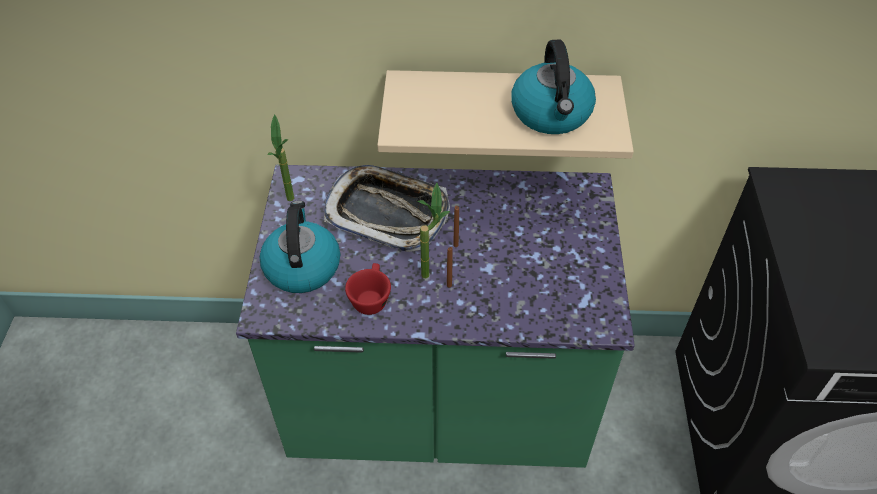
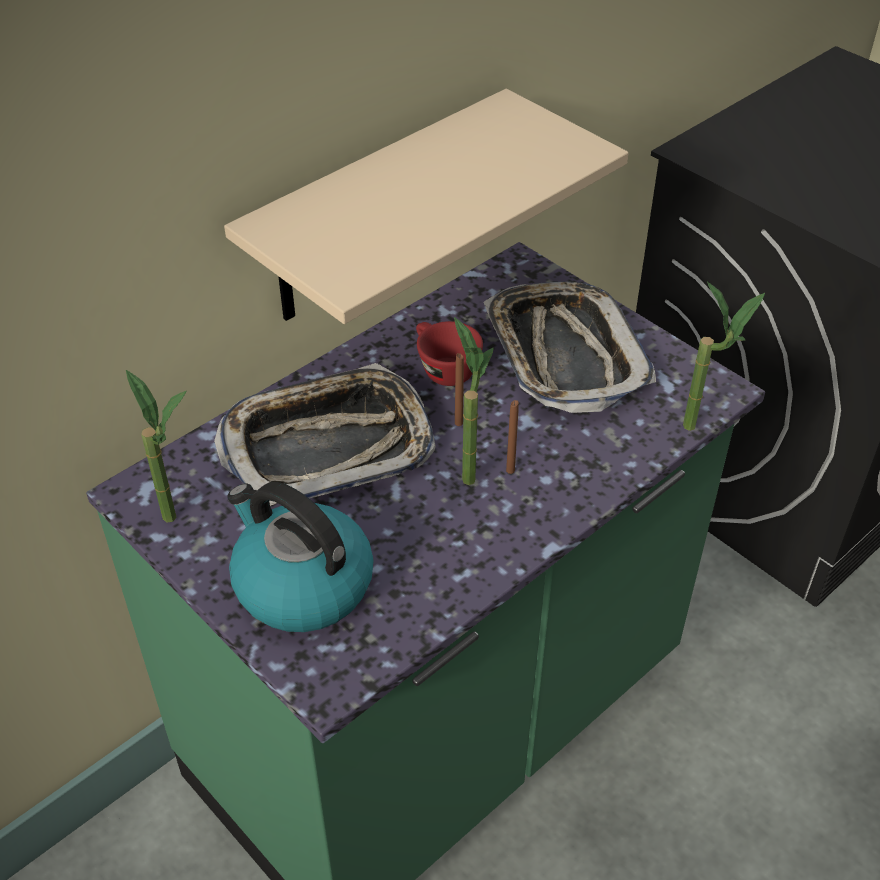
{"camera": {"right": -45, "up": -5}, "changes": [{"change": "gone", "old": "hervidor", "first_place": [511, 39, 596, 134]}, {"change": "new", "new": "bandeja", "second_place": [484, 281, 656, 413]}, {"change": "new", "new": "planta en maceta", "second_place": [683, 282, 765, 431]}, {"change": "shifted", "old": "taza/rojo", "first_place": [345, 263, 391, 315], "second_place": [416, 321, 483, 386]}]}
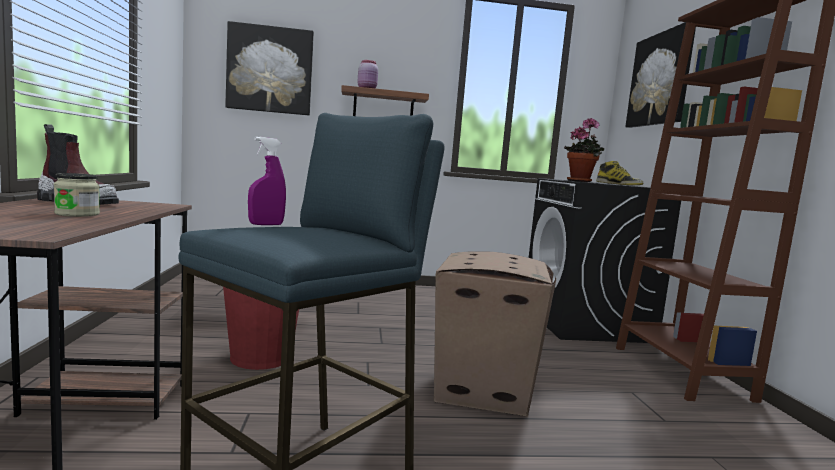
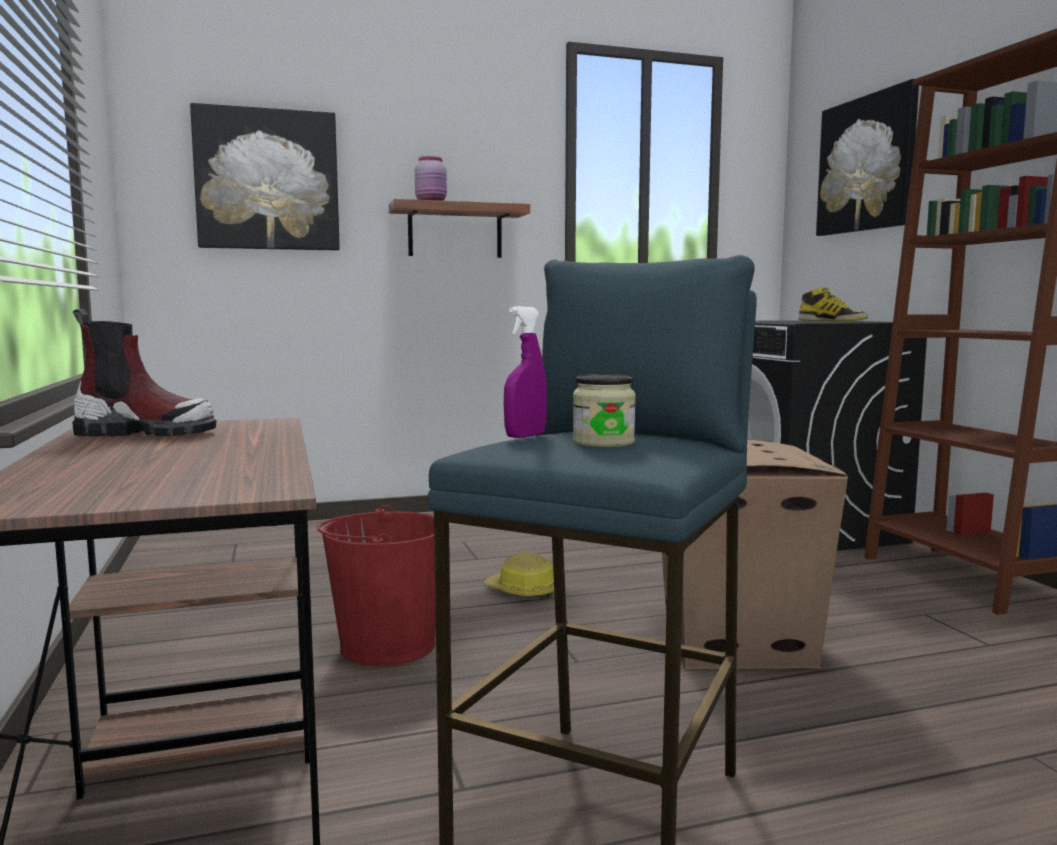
{"camera": {"right": -10, "up": 0}, "changes": [{"change": "gone", "old": "planta en maceta", "first_place": [564, 118, 604, 182]}, {"change": "new", "new": "casco", "second_place": [483, 552, 554, 599]}, {"change": "shifted", "old": "tarro", "first_place": [54, 173, 100, 217], "second_place": [573, 374, 636, 447]}]}
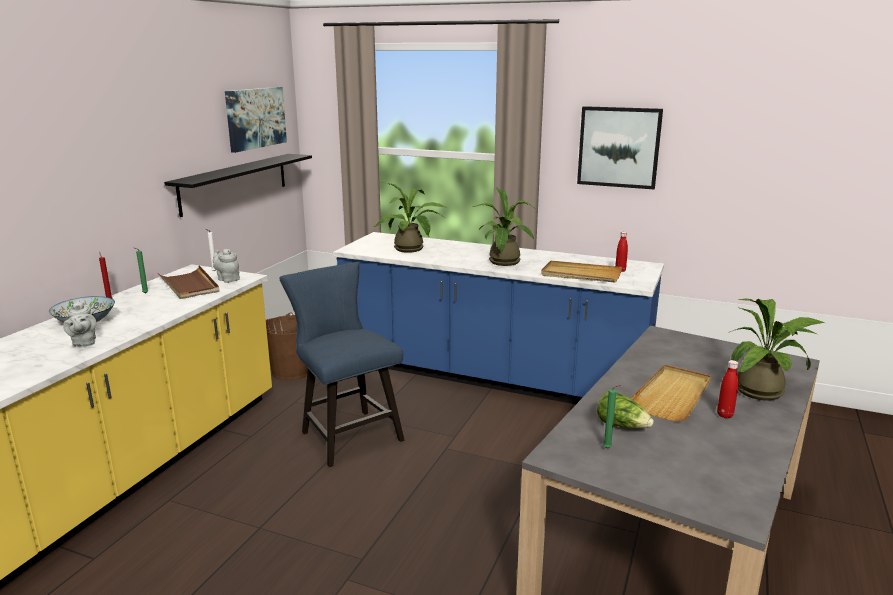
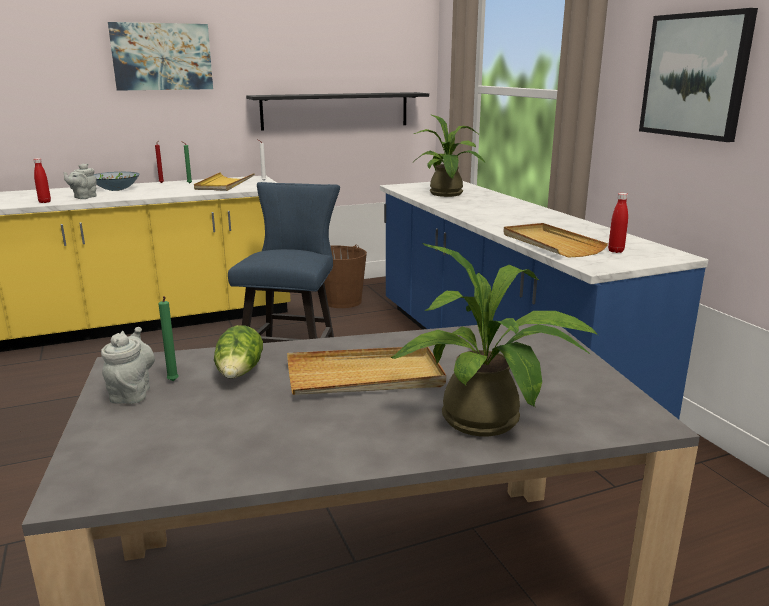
{"camera": {"right": 45, "up": 0}, "changes": [{"change": "gone", "old": "planta en maceta", "first_place": [473, 187, 534, 266]}, {"change": "shifted", "old": "tetera/gris", "first_place": [213, 249, 240, 283], "second_place": [101, 327, 155, 404]}, {"change": "shifted", "old": "cuadro", "first_place": [225, 87, 287, 153], "second_place": [108, 22, 213, 91]}, {"change": "shifted", "old": "botella/rojo", "first_place": [717, 360, 738, 418], "second_place": [34, 158, 51, 203]}, {"change": "repainted", "old": "bandeja/marrón", "new": "bandeja/amarillo", "first_place": [157, 265, 219, 299], "second_place": [194, 172, 255, 191]}]}
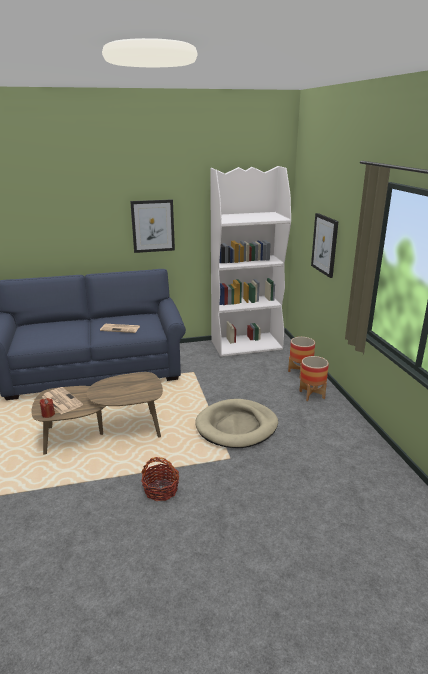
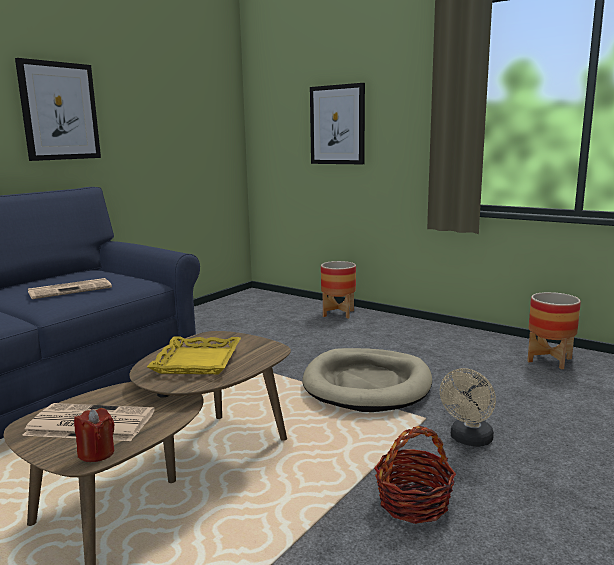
{"camera": {"right": -40, "up": -10}, "changes": [{"change": "gone", "old": "estantería/blanco", "first_place": [210, 166, 291, 357]}, {"change": "new", "new": "bandeja/amarillo", "second_place": [147, 337, 241, 374]}, {"change": "new", "new": "ventilador/beis", "second_place": [440, 368, 496, 447]}, {"change": "shifted", "old": "maceta", "first_place": [299, 356, 329, 401], "second_place": [527, 292, 581, 369]}]}
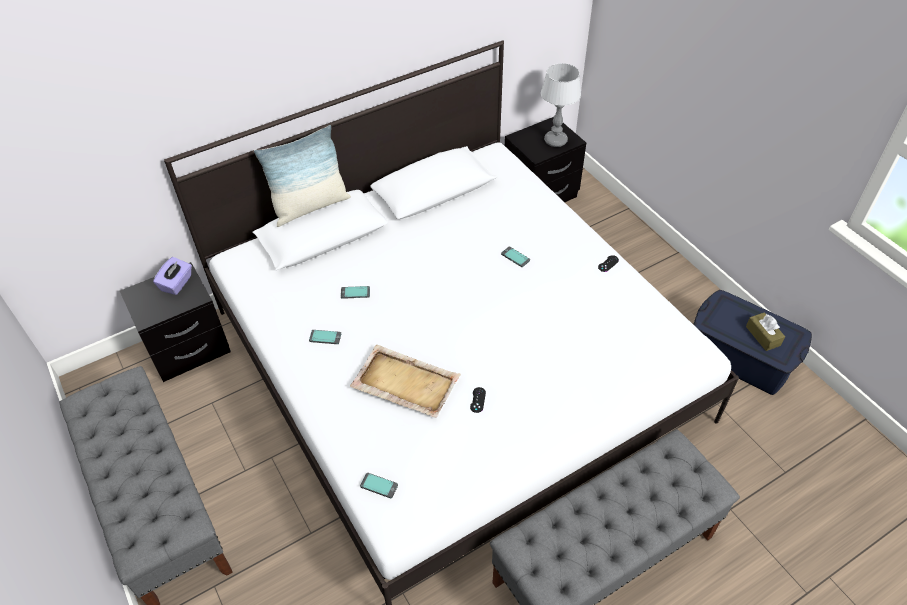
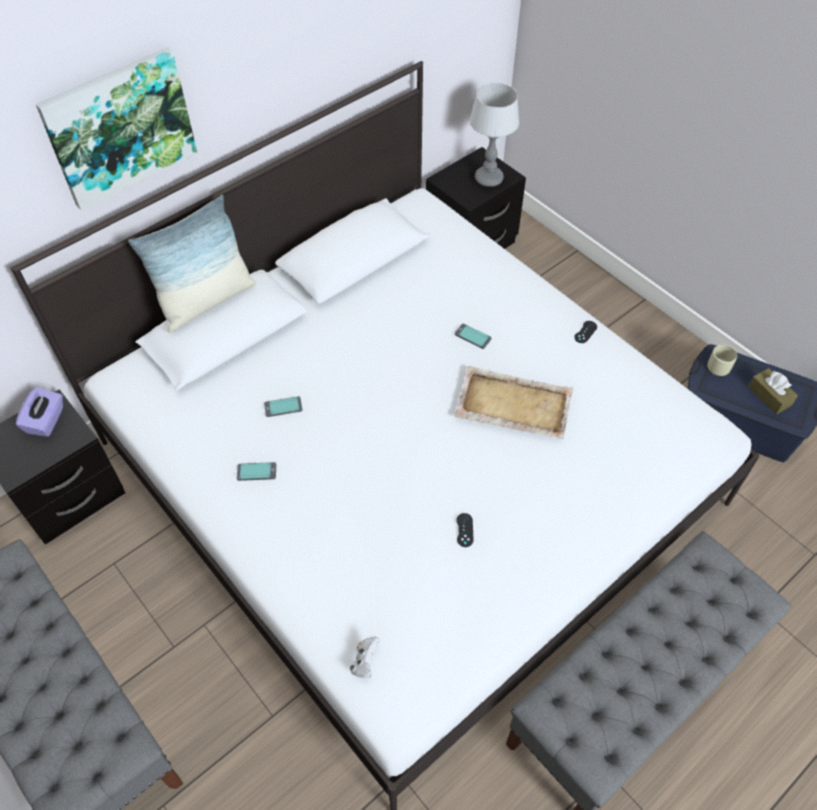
{"camera": {"right": -10, "up": 5}, "changes": [{"change": "new", "new": "cuadro", "second_place": [36, 47, 197, 210]}, {"change": "new", "new": "taza grande/beis", "second_place": [707, 345, 737, 376]}, {"change": "shifted", "old": "bandeja/beis", "first_place": [350, 345, 461, 418], "second_place": [454, 366, 573, 439]}, {"change": "swapped", "old": "móvil", "new": "mando de consola/blanco", "first_place": [360, 473, 398, 498], "second_place": [350, 637, 380, 678]}]}
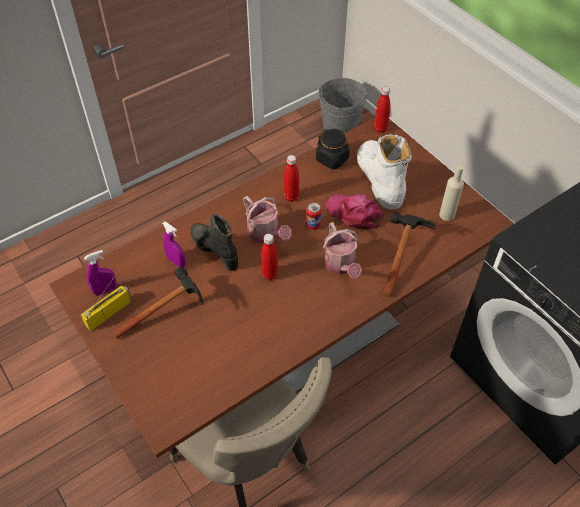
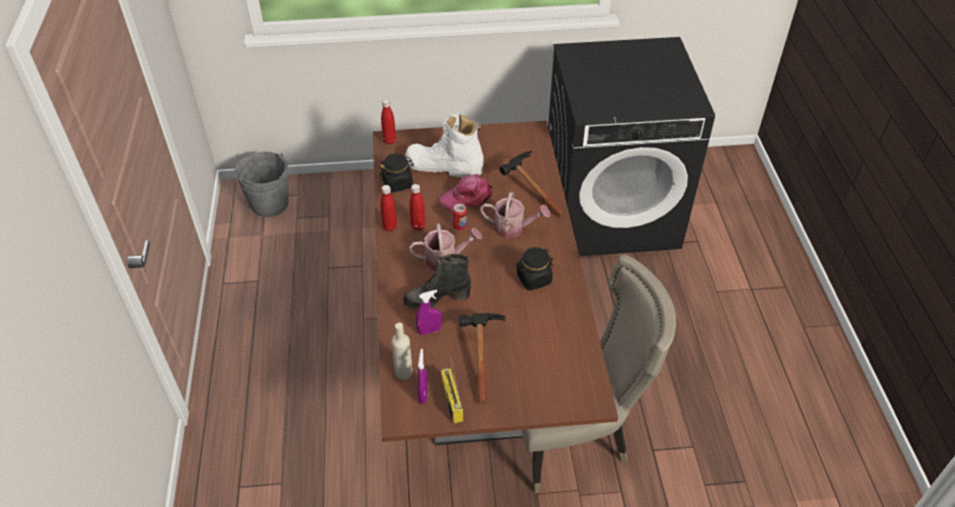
{"camera": {"right": -60, "up": -5}, "changes": [{"change": "new", "new": "tarro/negro", "second_place": [516, 247, 553, 290]}, {"change": "shifted", "old": "botella/rojo", "first_place": [261, 234, 278, 280], "second_place": [380, 185, 397, 231]}, {"change": "shifted", "old": "botella/beis", "first_place": [439, 165, 464, 221], "second_place": [392, 323, 413, 380]}]}
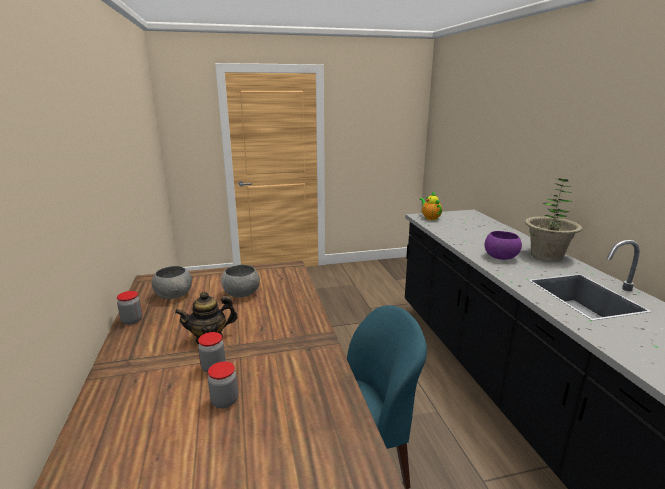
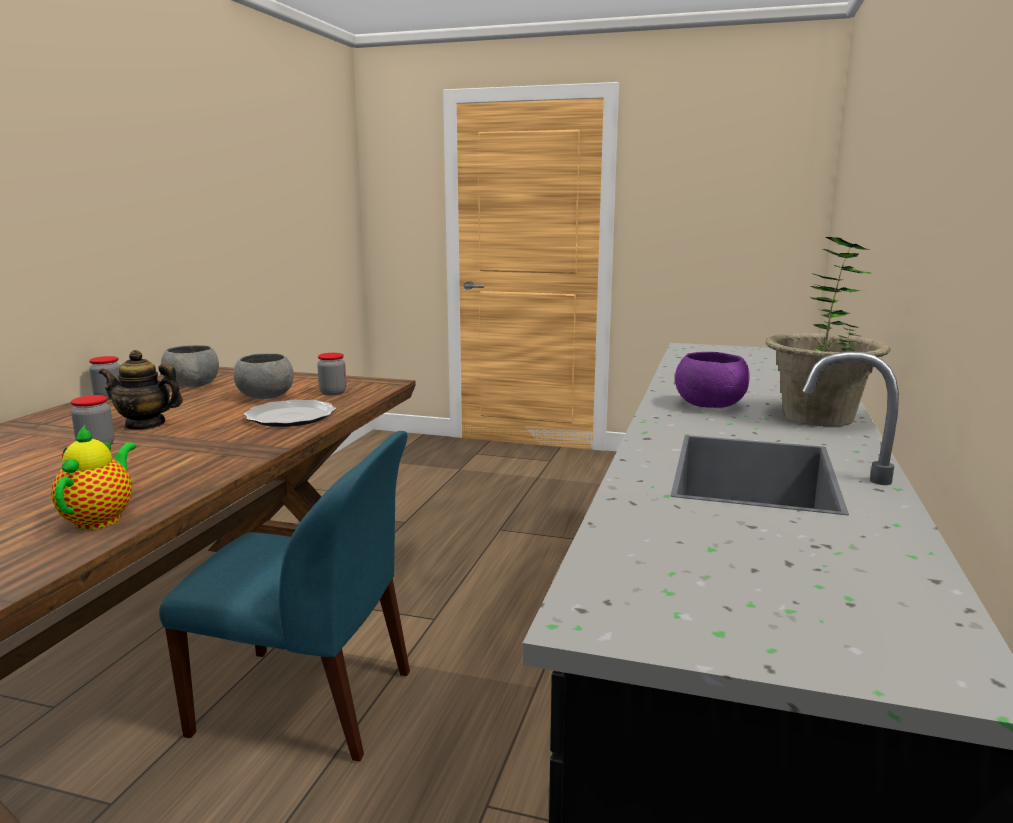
{"camera": {"right": 30, "up": -5}, "changes": [{"change": "new", "new": "plato", "second_place": [244, 400, 336, 427]}, {"change": "shifted", "old": "tarro", "first_place": [208, 362, 238, 408], "second_place": [317, 353, 346, 395]}, {"change": "shifted", "old": "tetera", "first_place": [420, 191, 442, 220], "second_place": [51, 425, 136, 530]}]}
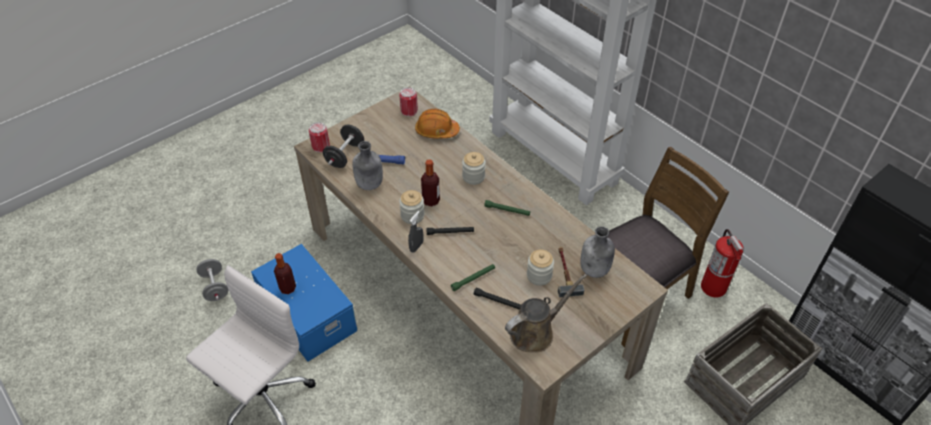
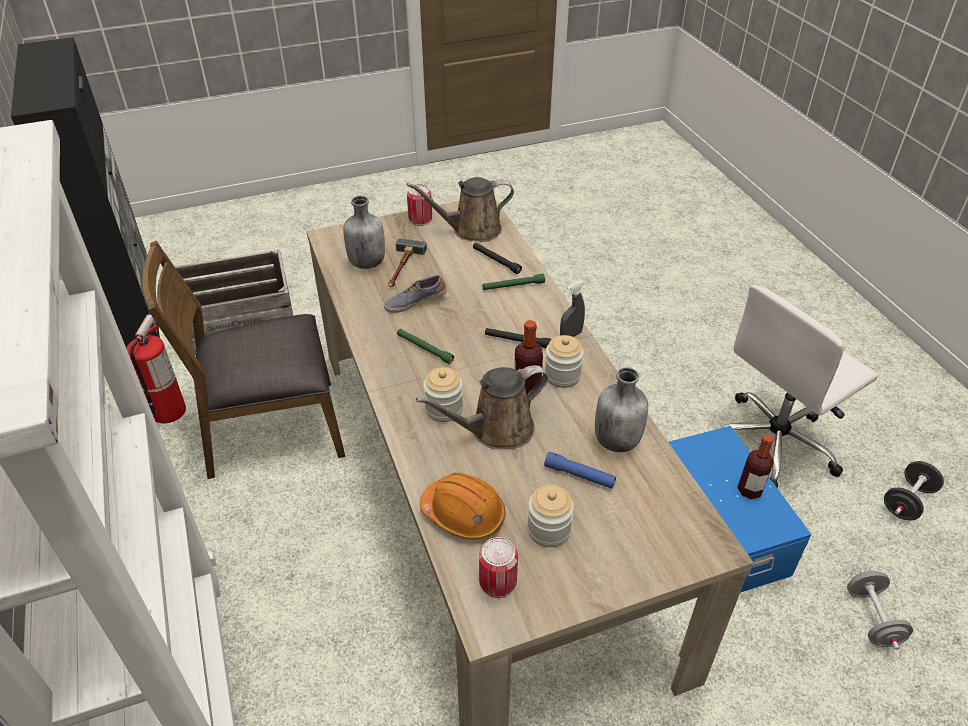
{"camera": {"right": -160, "up": -5}, "changes": [{"change": "new", "new": "zapato", "second_place": [384, 275, 447, 313]}, {"change": "new", "new": "regadera/marrón", "second_place": [416, 365, 548, 449]}, {"change": "shifted", "old": "lata", "first_place": [309, 122, 330, 152], "second_place": [407, 184, 432, 226]}, {"change": "shifted", "old": "mancuerna/negro", "first_place": [323, 124, 364, 168], "second_place": [884, 461, 944, 521]}, {"change": "shifted", "old": "tarro", "first_place": [527, 250, 554, 286], "second_place": [527, 485, 574, 547]}]}
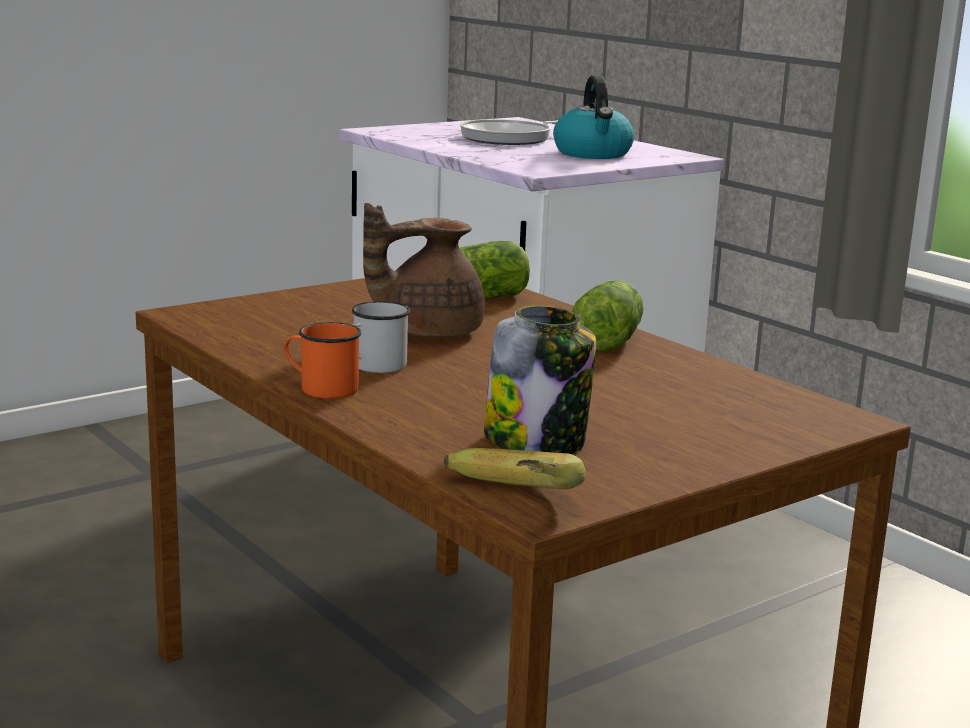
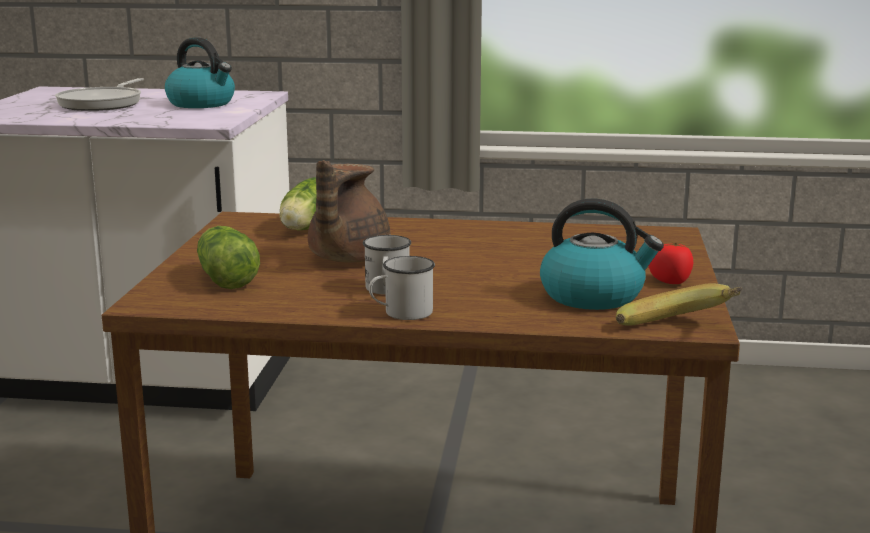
{"camera": {"right": -45, "up": 0}, "changes": [{"change": "new", "new": "tomate", "second_place": [649, 241, 693, 284]}, {"change": "shifted", "old": "lechuga", "first_place": [571, 280, 643, 351], "second_place": [197, 226, 260, 289]}, {"change": "swapped", "old": "tarro", "new": "hervidor", "first_place": [484, 305, 596, 454], "second_place": [540, 199, 664, 310]}, {"change": "repainted", "old": "taza grande/naranja", "new": "taza grande/blanco", "first_place": [284, 322, 361, 399], "second_place": [369, 256, 435, 320]}]}
